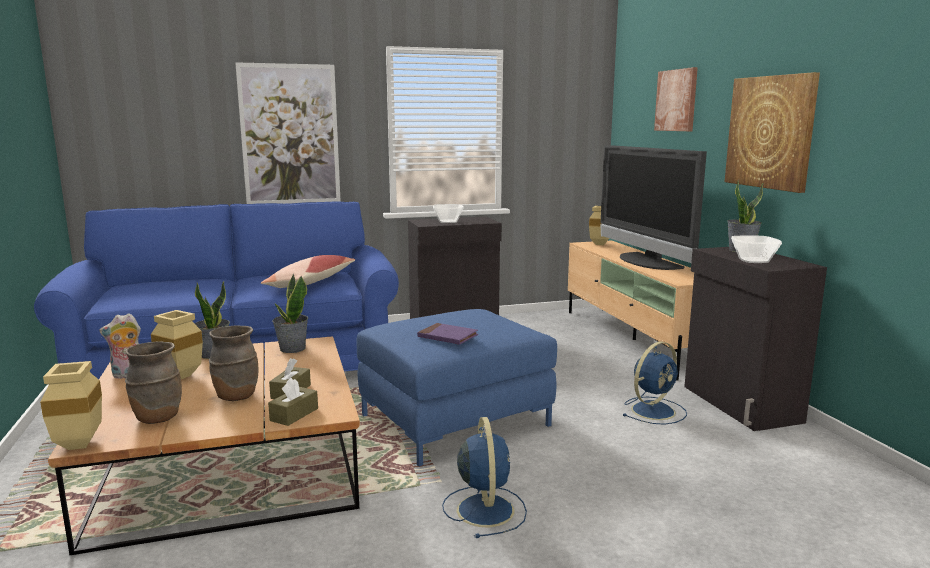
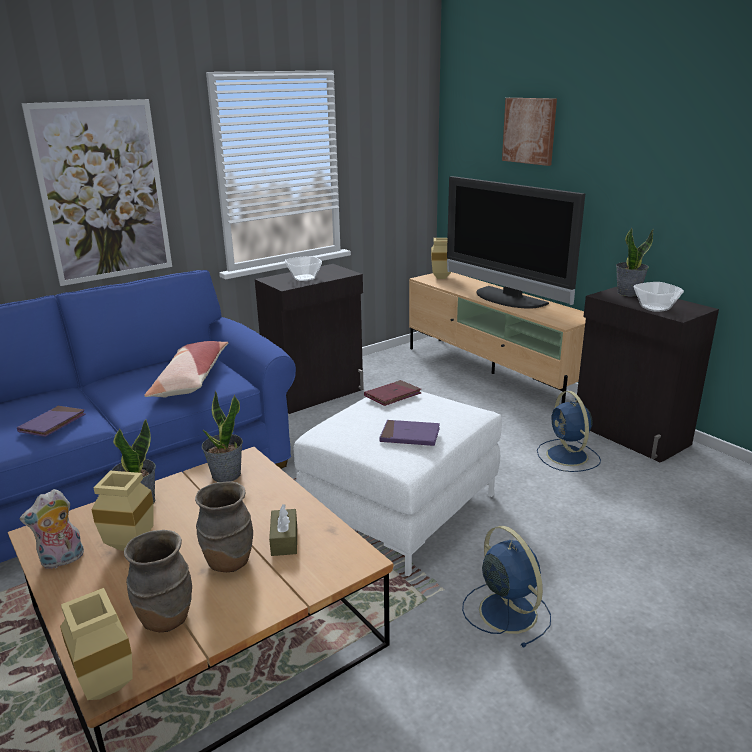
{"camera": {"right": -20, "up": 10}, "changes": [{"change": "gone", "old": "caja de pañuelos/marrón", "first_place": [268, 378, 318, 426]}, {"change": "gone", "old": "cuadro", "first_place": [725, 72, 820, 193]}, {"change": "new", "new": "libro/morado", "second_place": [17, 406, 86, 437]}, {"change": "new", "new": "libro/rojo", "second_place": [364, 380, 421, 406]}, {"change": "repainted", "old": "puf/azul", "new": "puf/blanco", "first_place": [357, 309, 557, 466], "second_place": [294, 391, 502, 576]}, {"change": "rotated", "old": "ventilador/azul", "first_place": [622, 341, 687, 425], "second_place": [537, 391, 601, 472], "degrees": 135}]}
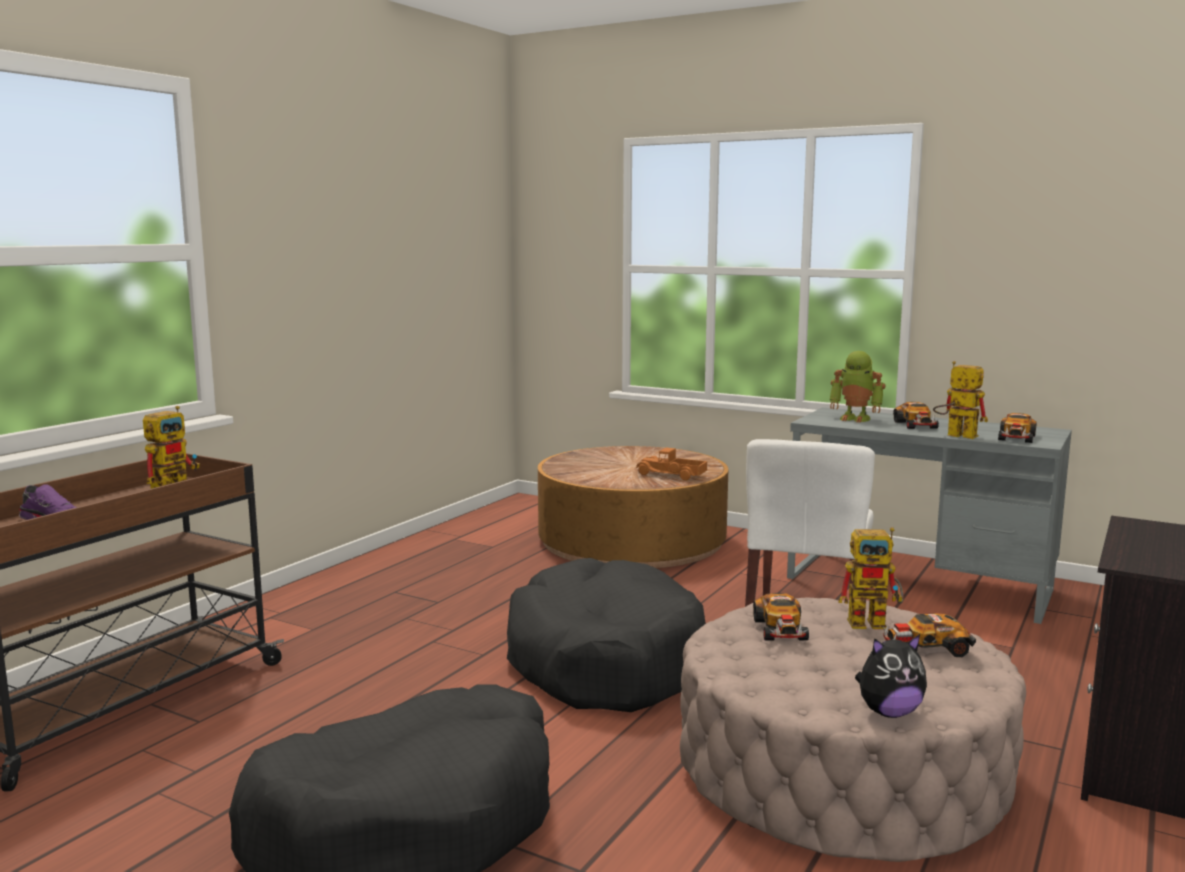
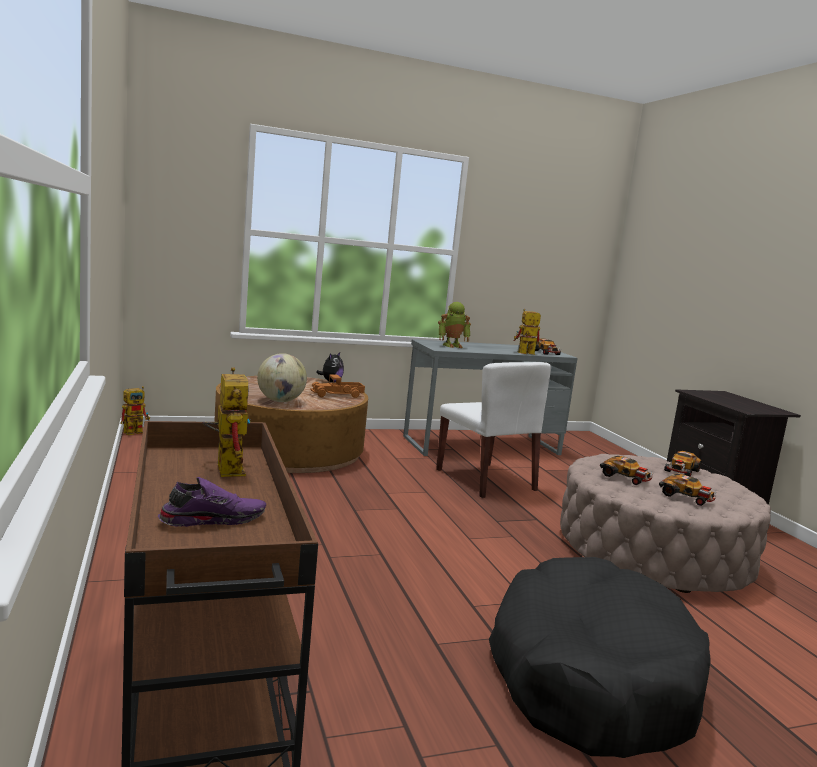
{"camera": {"right": -50, "up": 0}, "changes": [{"change": "gone", "old": "cama para perro/negro", "first_place": [507, 558, 706, 712]}, {"change": "new", "new": "globo terráqueo", "second_place": [257, 353, 307, 402]}, {"change": "shifted", "old": "robot de juguete", "first_place": [838, 527, 904, 629], "second_place": [120, 386, 150, 435]}, {"change": "shifted", "old": "peluche", "first_place": [855, 634, 927, 718], "second_place": [316, 352, 344, 382]}, {"change": "shifted", "old": "coche de juguete", "first_place": [893, 402, 939, 429], "second_place": [659, 474, 717, 506]}]}
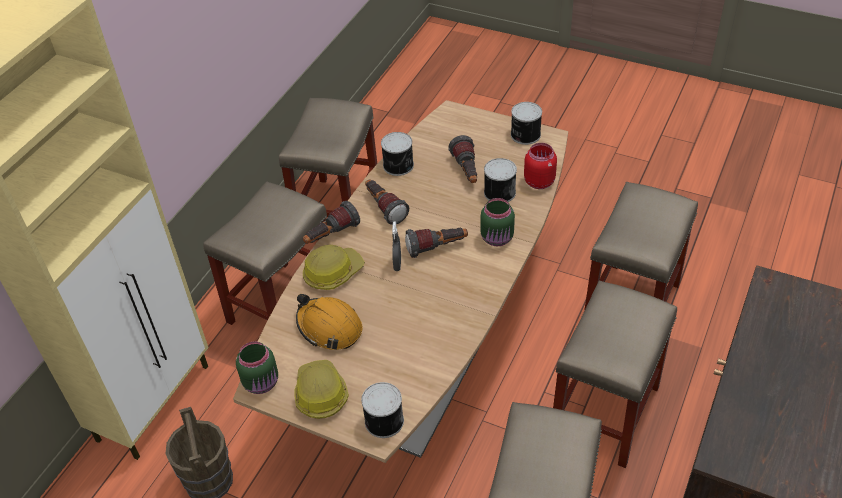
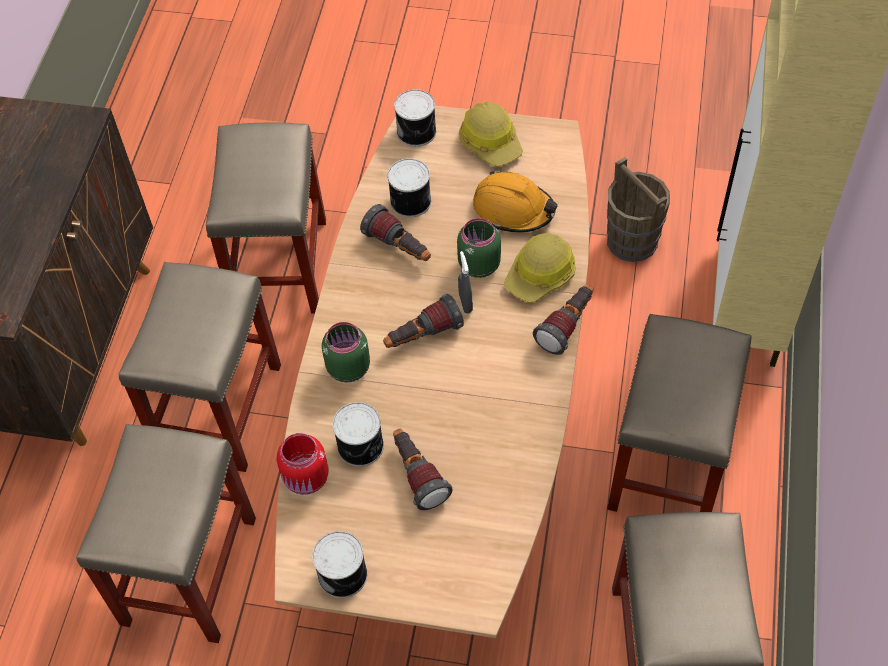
{"camera": {"right": 165, "up": 10}, "changes": [{"change": "shifted", "old": "tarro/verde", "first_place": [236, 341, 278, 394], "second_place": [457, 218, 501, 278]}, {"change": "shifted", "old": "linterna", "first_place": [365, 179, 409, 225], "second_place": [360, 204, 431, 261]}, {"change": "shifted", "old": "lata", "first_place": [381, 132, 414, 176], "second_place": [387, 158, 431, 218]}]}
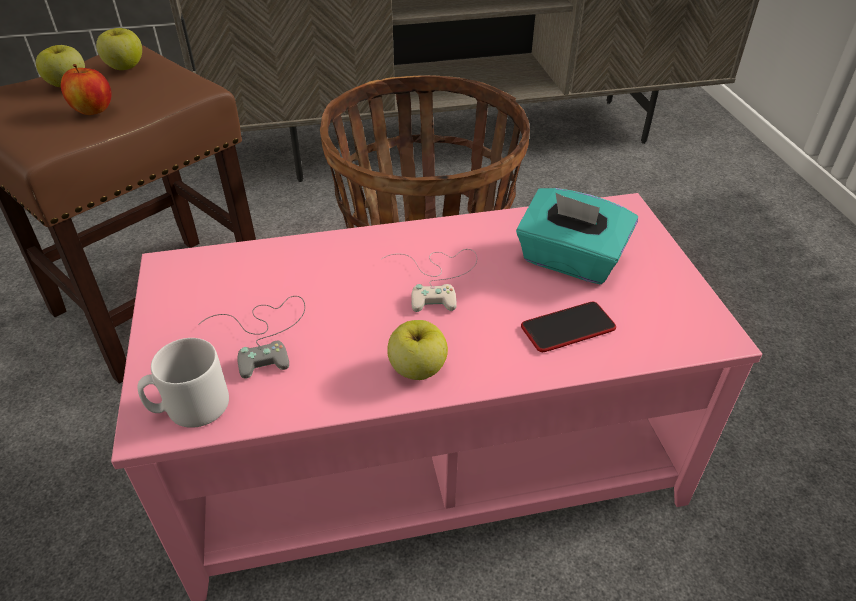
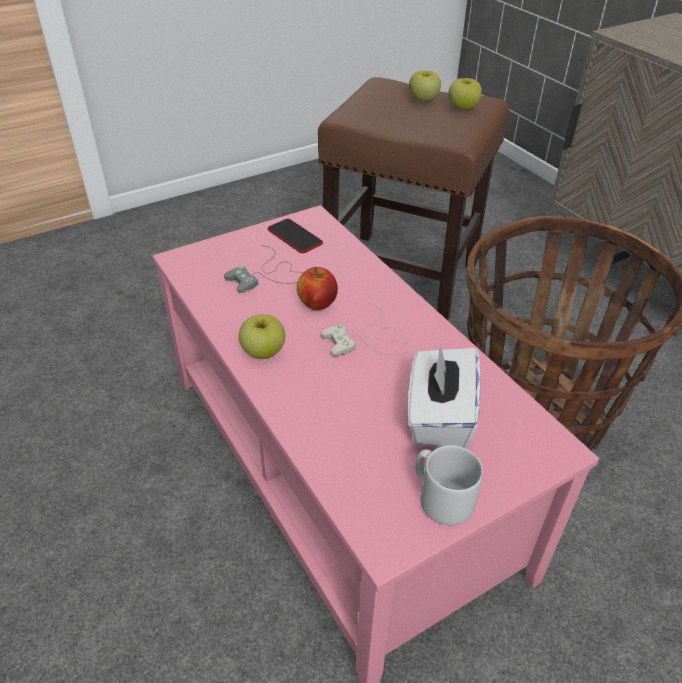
{"camera": {"right": 70, "up": 0}, "changes": [{"change": "shifted", "old": "manzana", "first_place": [61, 64, 111, 115], "second_place": [297, 267, 338, 310]}, {"change": "shifted", "old": "taza grande/gris", "first_place": [138, 338, 229, 428], "second_place": [415, 445, 483, 526]}, {"change": "shifted", "old": "móvil", "first_place": [521, 302, 616, 352], "second_place": [268, 219, 323, 253]}, {"change": "repainted", "old": "caja de pañuelos/turquesa", "new": "caja de pañuelos/blanco", "first_place": [516, 188, 638, 284], "second_place": [408, 344, 481, 448]}]}
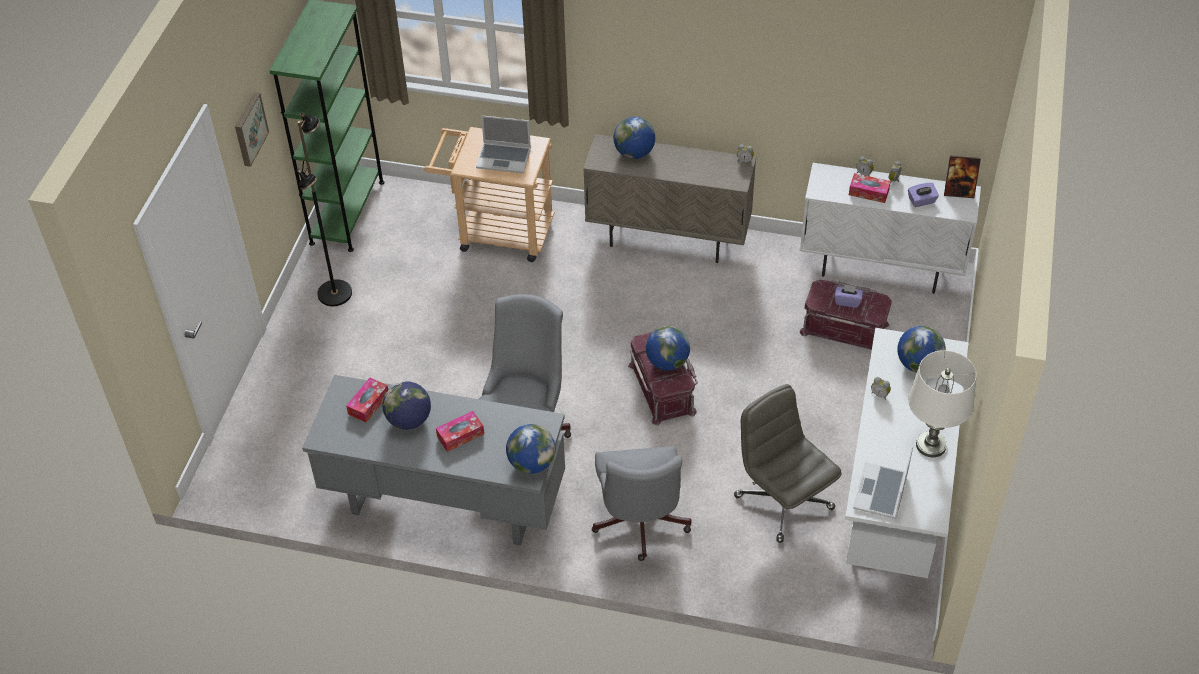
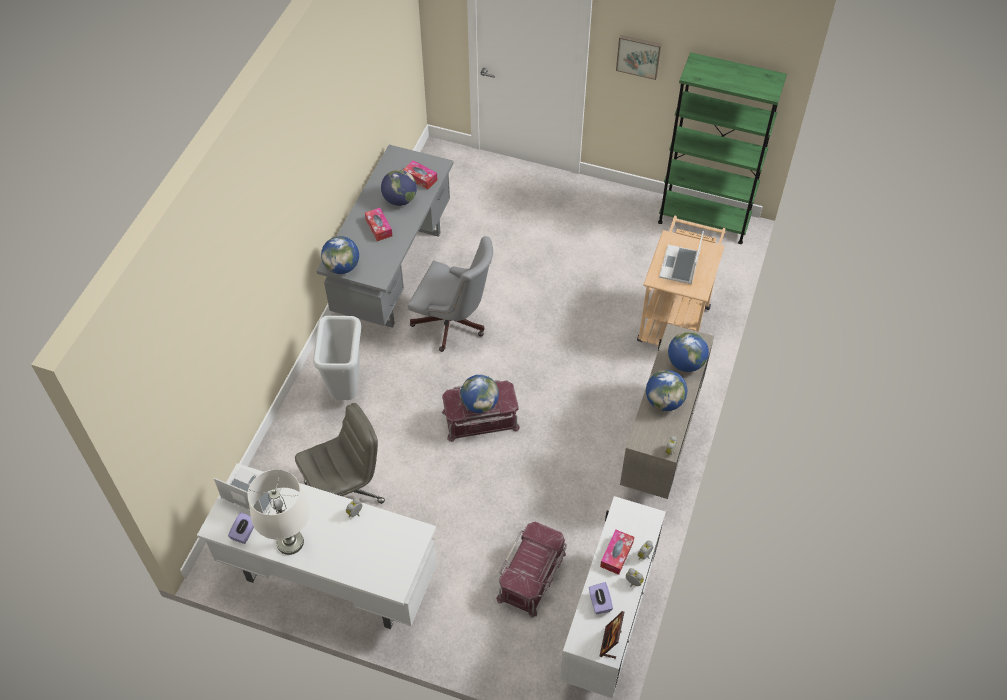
{"camera": {"right": 95, "up": 5}, "changes": [{"change": "gone", "old": "lámpara de pie/negro", "first_place": [297, 112, 352, 306]}, {"change": "shifted", "old": "caja de pañuelos/morado", "first_place": [834, 284, 863, 308], "second_place": [228, 512, 254, 544]}, {"change": "shifted", "old": "globo terráqueo", "first_place": [897, 326, 946, 373], "second_place": [646, 370, 687, 411]}, {"change": "swapped", "old": "silla de oficina/gris", "new": "papelera/gris", "first_place": [592, 446, 691, 561], "second_place": [313, 316, 361, 400]}]}
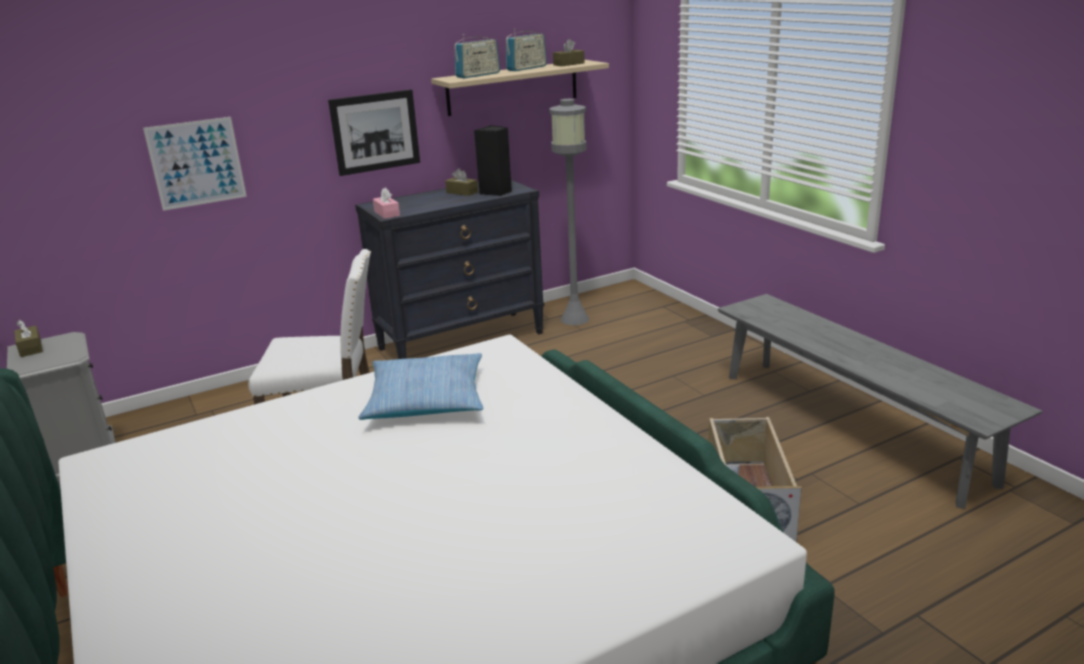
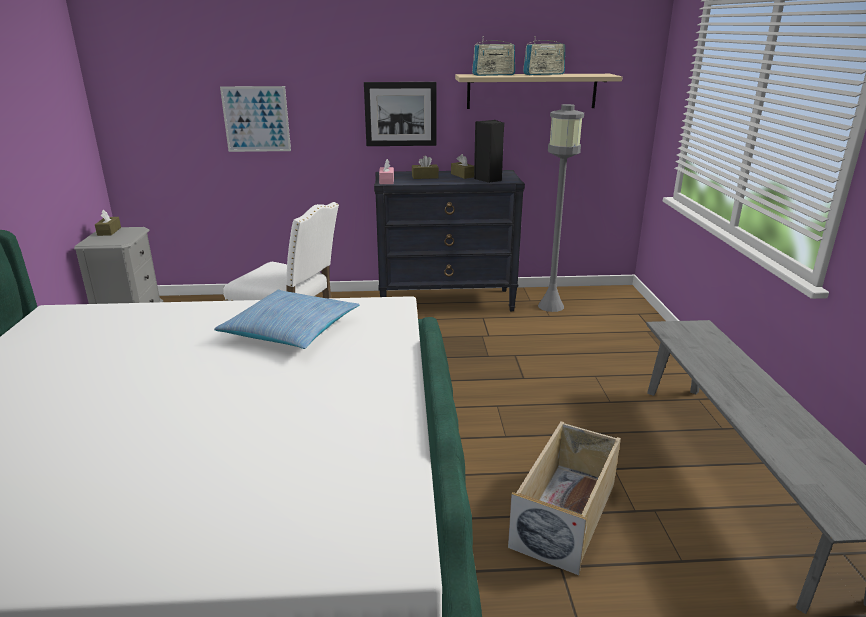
{"camera": {"right": 25, "up": 0}, "changes": [{"change": "shifted", "old": "caja de pañuelos/marrón", "first_place": [553, 39, 585, 66], "second_place": [412, 156, 439, 179]}]}
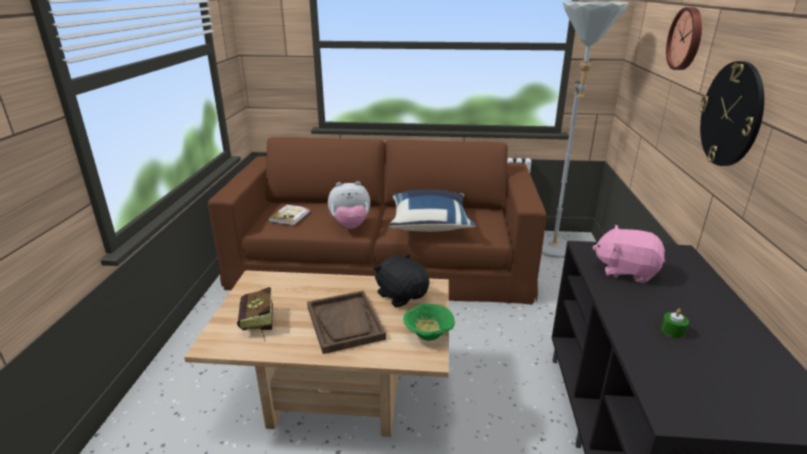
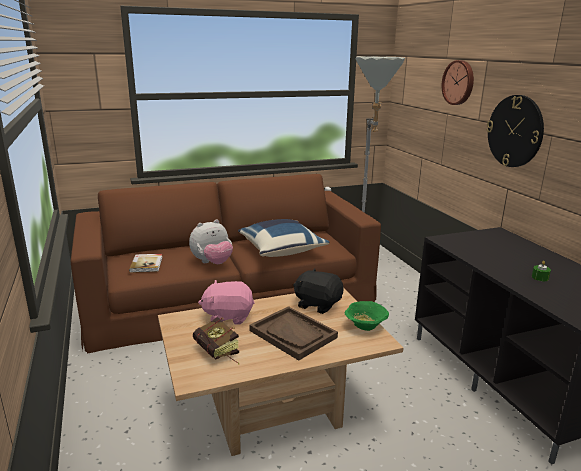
{"camera": {"right": -25, "up": -5}, "changes": [{"change": "shifted", "old": "peluche/rosa", "first_place": [592, 225, 665, 283], "second_place": [198, 280, 255, 325]}]}
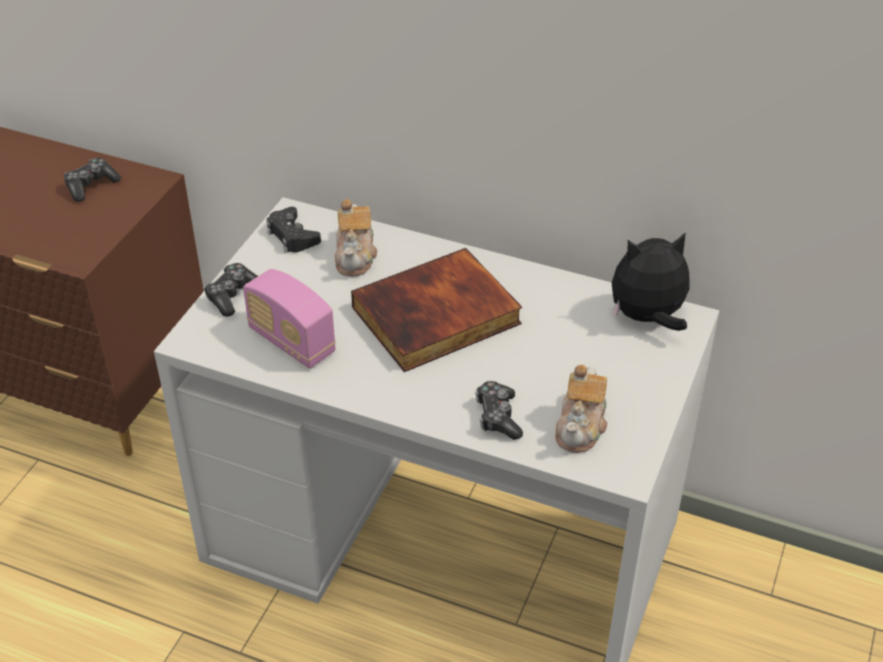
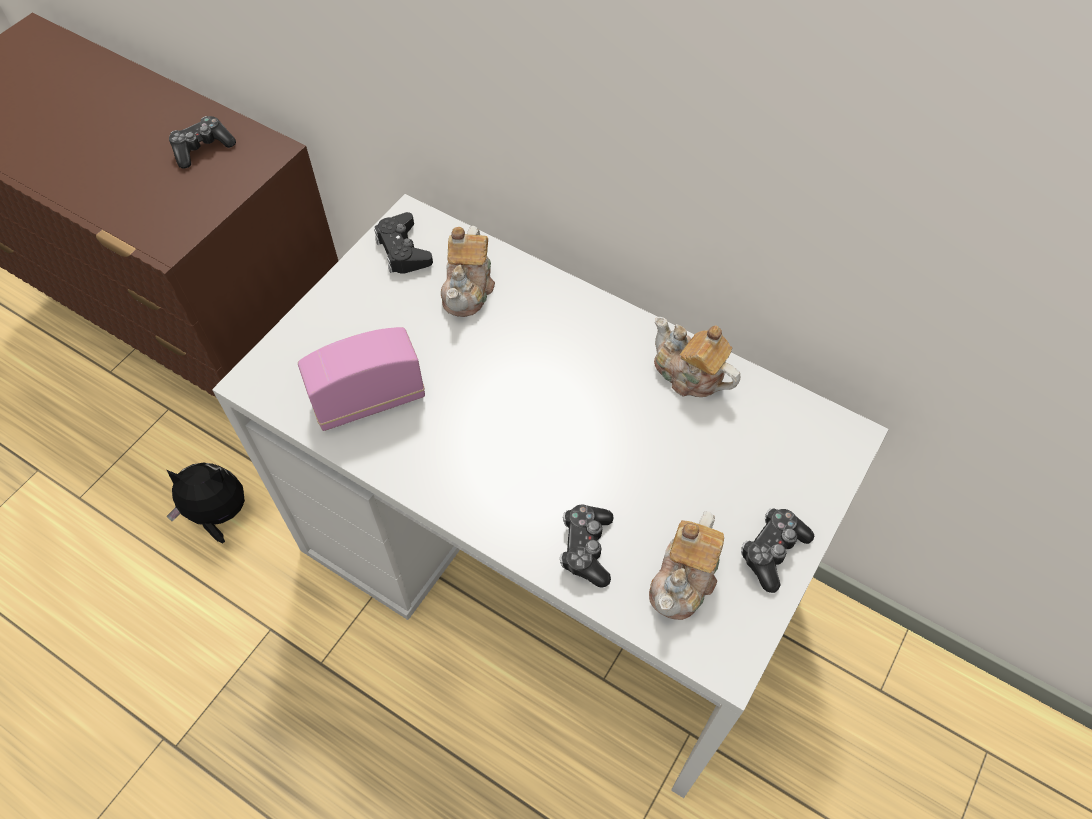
{"camera": {"right": 10, "up": 15}, "changes": [{"change": "gone", "old": "libro", "first_place": [351, 248, 522, 372]}, {"change": "new", "new": "tetera", "second_place": [654, 317, 740, 397]}, {"change": "shifted", "old": "mando de consola", "first_place": [204, 263, 258, 317], "second_place": [741, 508, 814, 593]}, {"change": "shifted", "old": "peluche", "first_place": [612, 232, 690, 331], "second_place": [166, 463, 245, 544]}, {"change": "rotated", "old": "radio", "first_place": [243, 269, 336, 368], "second_place": [298, 327, 425, 431], "degrees": 105}]}
